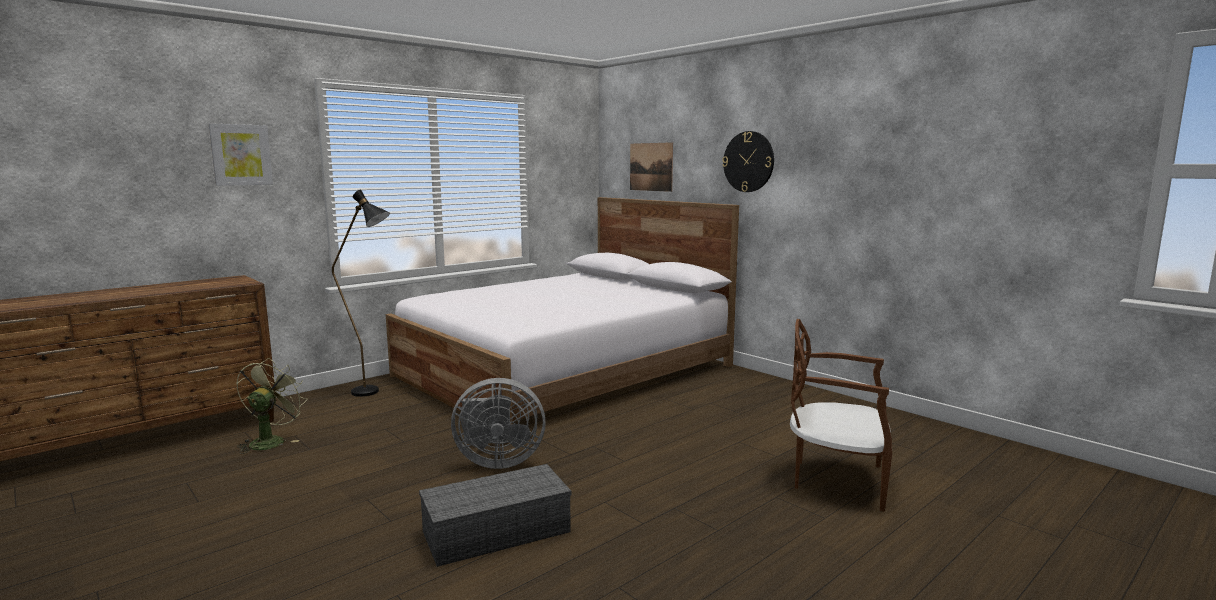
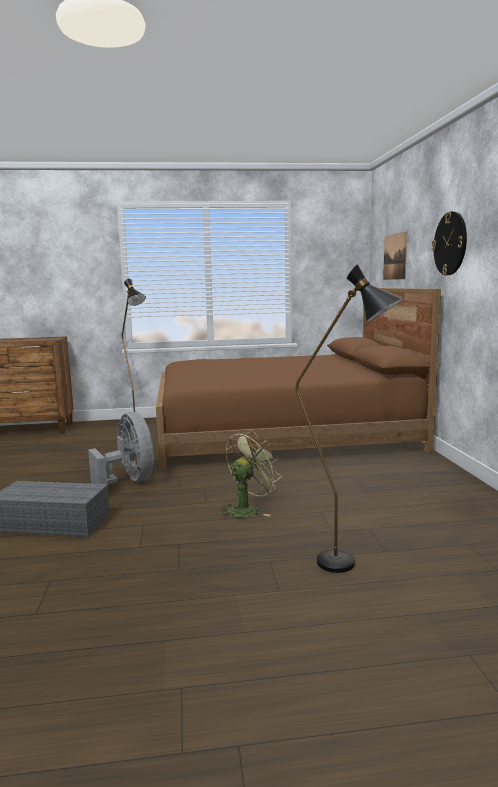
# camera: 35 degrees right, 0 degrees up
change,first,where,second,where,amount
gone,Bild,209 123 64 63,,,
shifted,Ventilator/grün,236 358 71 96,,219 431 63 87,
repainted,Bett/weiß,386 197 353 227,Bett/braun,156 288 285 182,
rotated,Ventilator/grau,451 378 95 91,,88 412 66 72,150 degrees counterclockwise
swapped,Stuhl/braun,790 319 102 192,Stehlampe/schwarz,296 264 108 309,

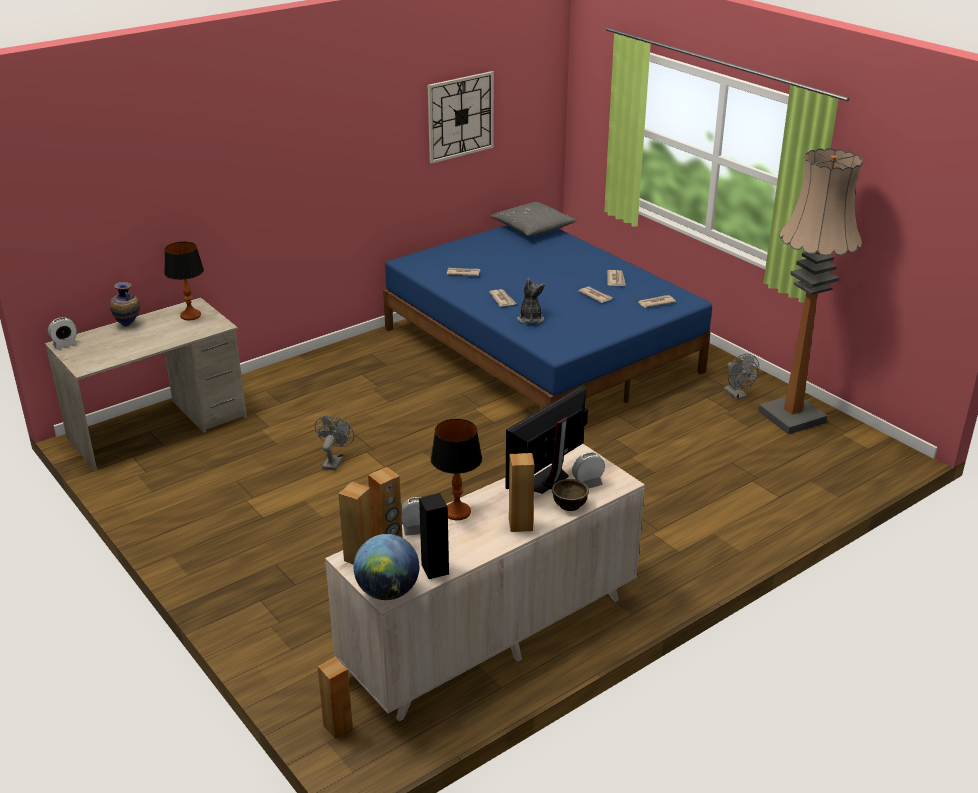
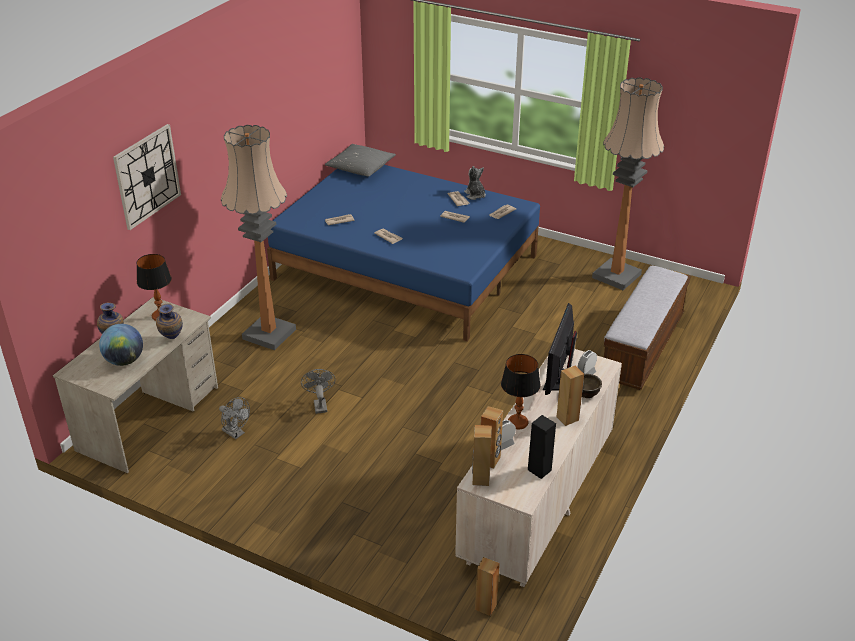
# camera: 25 degrees left, 5 degrees up
change,first,where,second,where,amount
gone,Wecker,48 317 30 32,,,
shifted,Globus,354 534 65 66,,99 324 44 42,
shifted,Wanduhr,428 71 66 93,,113 124 68 106,
shifted,Plüschtier,517 279 28 45,,464 166 22 34,
shifted,Ventilator/grau,724 354 35 46,,219 397 31 42,
new,,,Vase,156 303 27 36,
new,,,Stehlampe,221 125 75 225,
new,,,Bank,604 266 87 124,

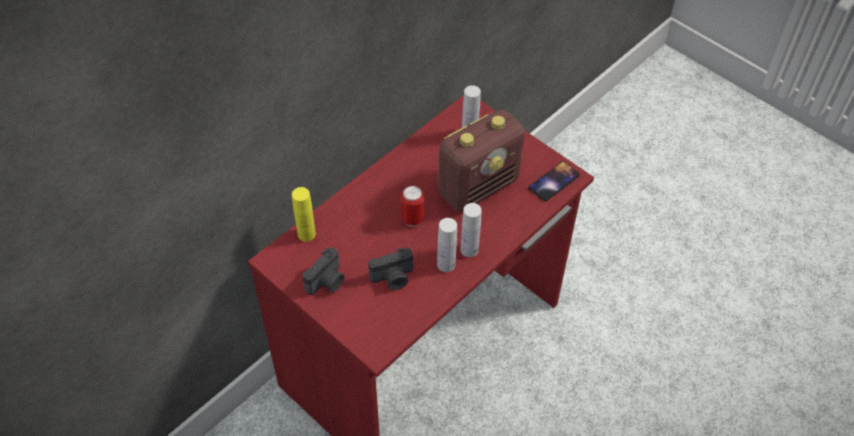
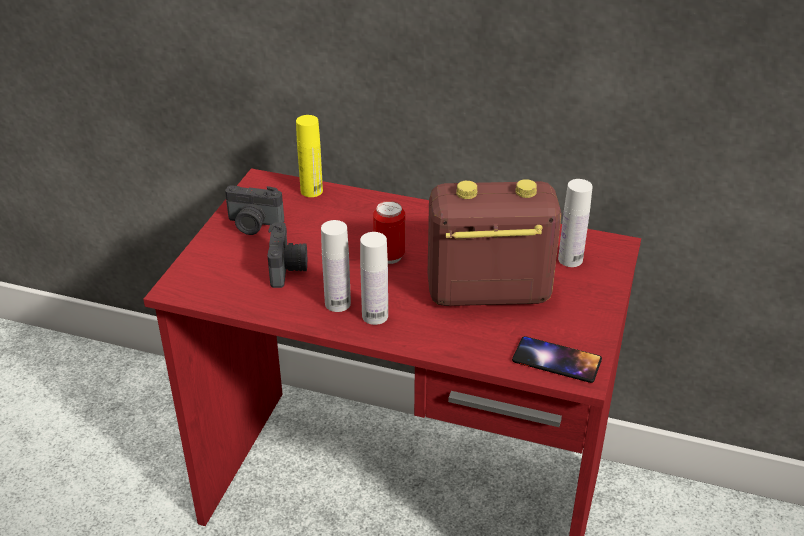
# camera: 65 degrees right, 15 degrees down
change,first,where,second,where,amount
rotated,Kamera,368 248 45 42,,268 222 39 66,135 degrees counterclockwise
rotated,Radio,438 110 87 101,,428 179 134 127,150 degrees clockwise

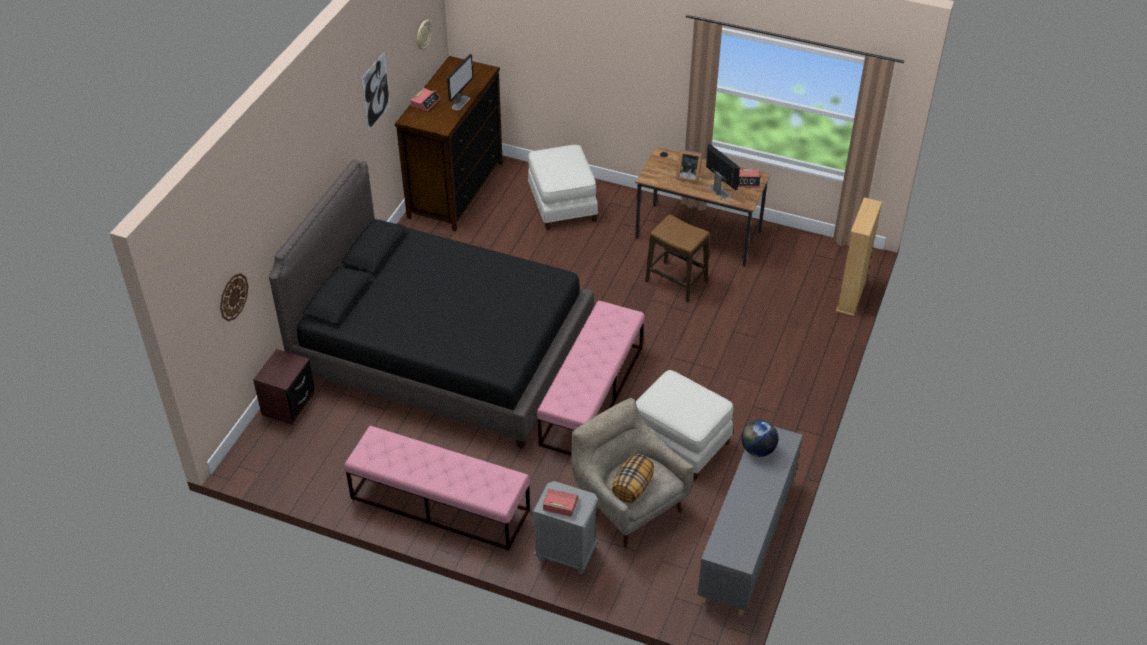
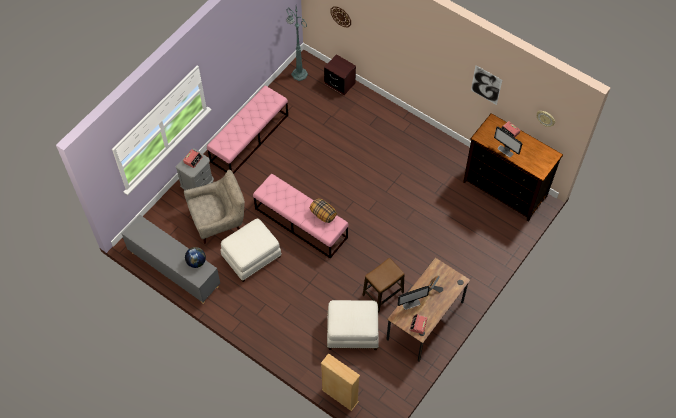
# camera: 105 degrees right, 15 degrees up
change,first,where,second,where,amount
gone,Bett/schwarz,269 160 325 289,,,
shifted,Polsterhocker/weiß,528 145 70 85,,327 300 52 50,
shifted,Kissen,612 454 42 49,,310 198 27 25,
new,,,Stehlampe/grün,286 7 22 74,

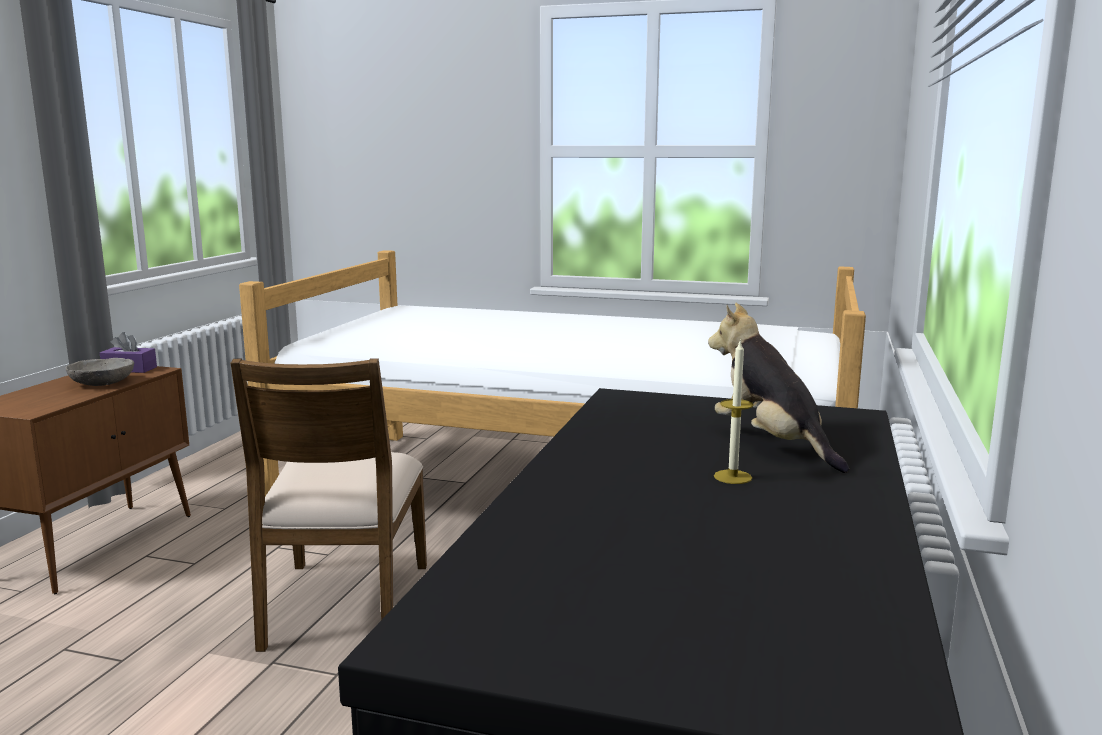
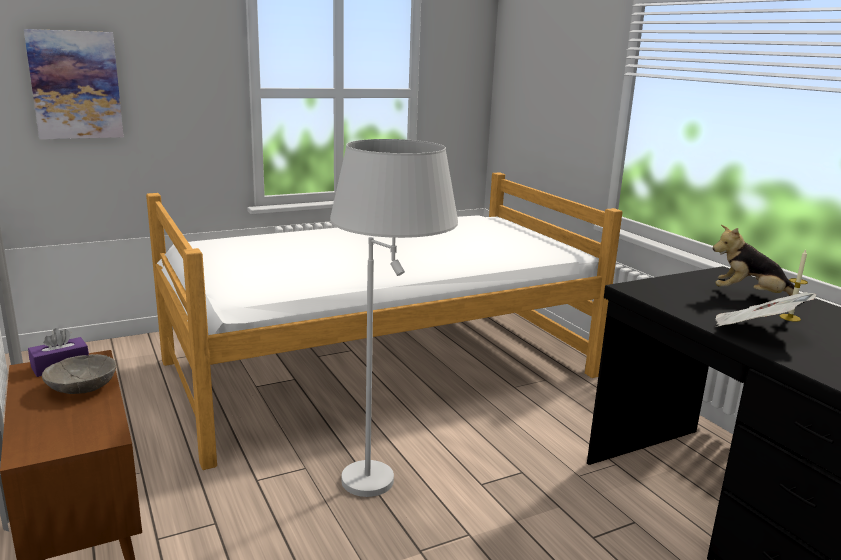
# camera: 45 degrees left, 5 degrees up
change,first,where,second,where,amount
swapped,Stuhl/braun,231 359 196 293,Stehlampe/weiß,330 139 128 358,
new,,,Bild,24 29 100 110,
new,,,Zeitung,715 292 101 35,

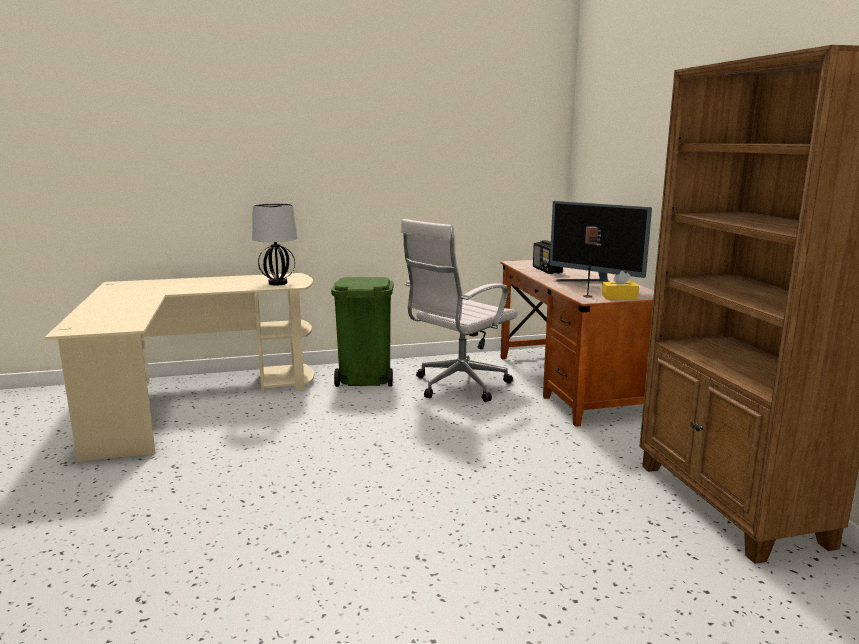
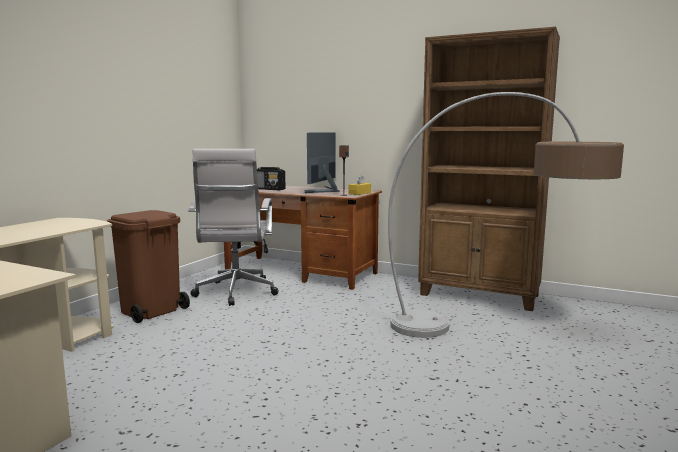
# camera: 50 degrees left, 5 degrees down
change,first,where,second,where,amount
gone,Tischlampe,252 203 46 82,,,
repainted,Mülleimer/grün,331 277 62 110,Mülleimer/braun,107 210 83 113,
rotated,Monitor,550 201 102 81,,305 132 35 61,120 degrees clockwise
new,,,Stehlampe,388 92 236 246,

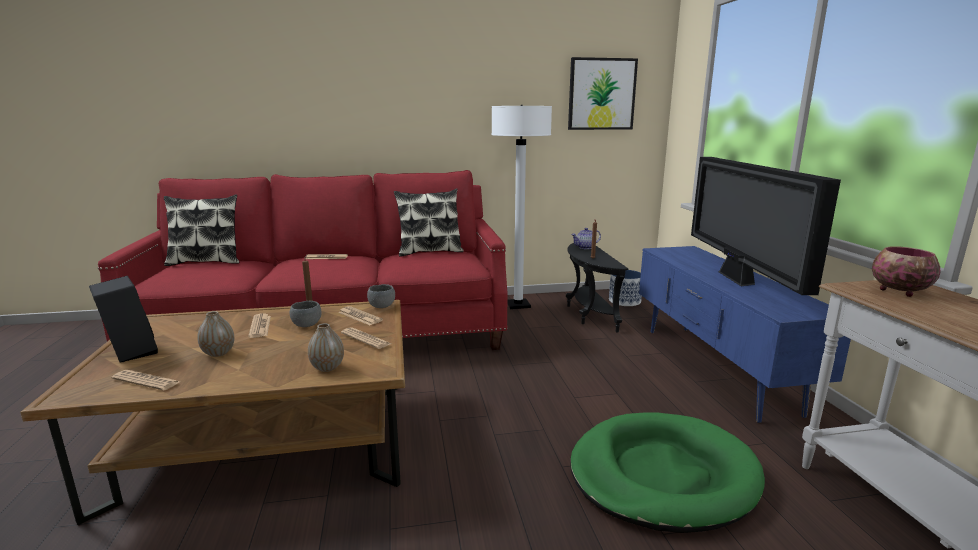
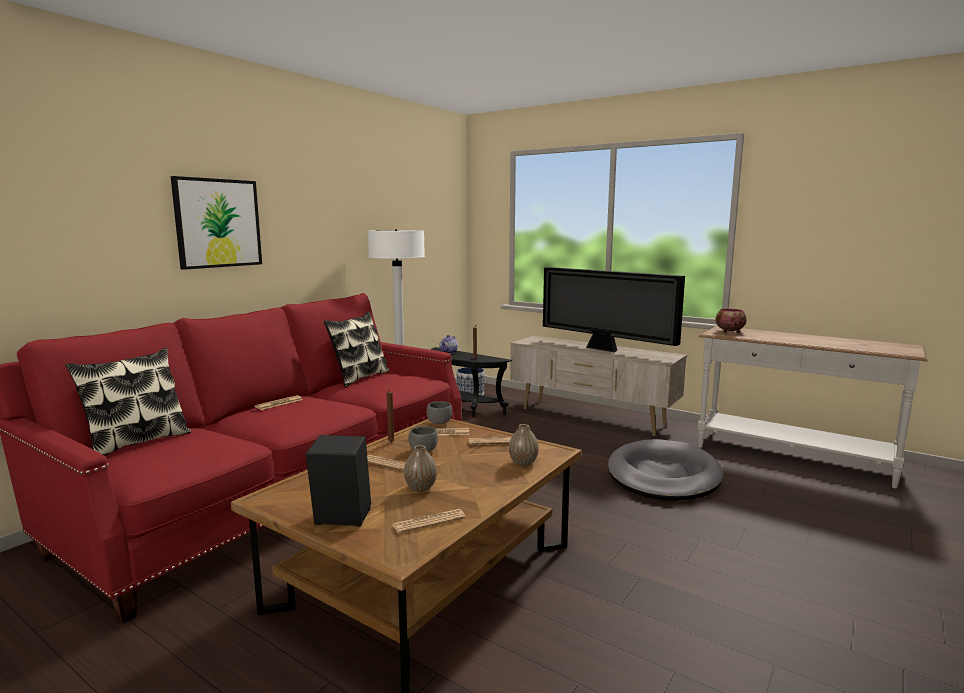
# camera: 45 degrees left, 5 degrees down
change,first,where,second,where,amount
shifted,Bild,568 57 70 73,,171 176 91 94,
repainted,Hundebett/grün,570 412 195 121,Hundebett/grau,608 439 115 62,
repainted,Fernsehschrank/blau,639 246 212 177,Fernsehschrank/beige,510 336 177 100,

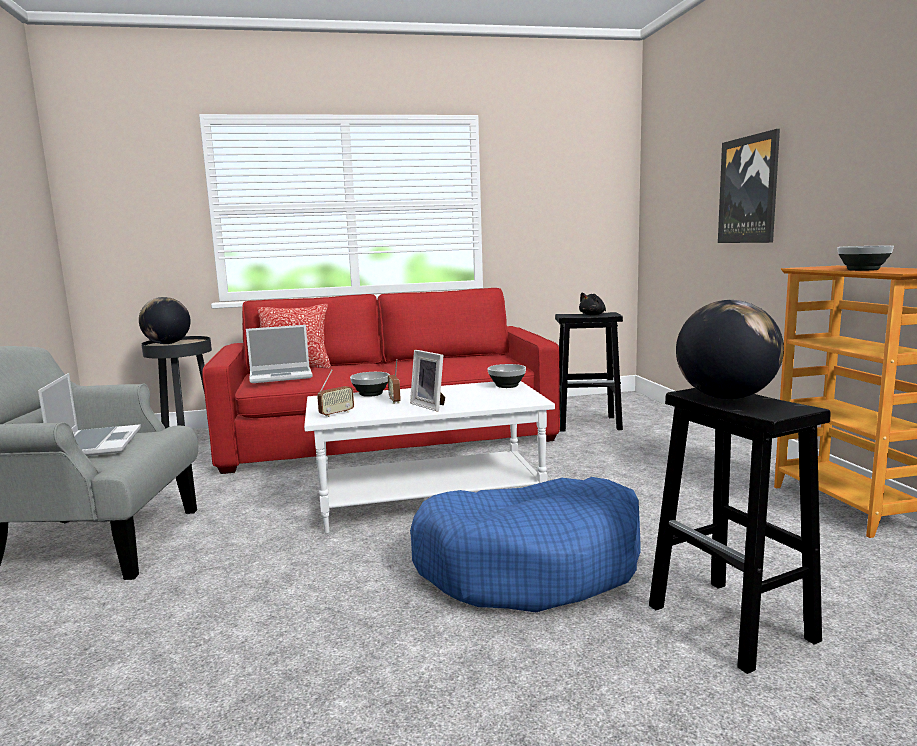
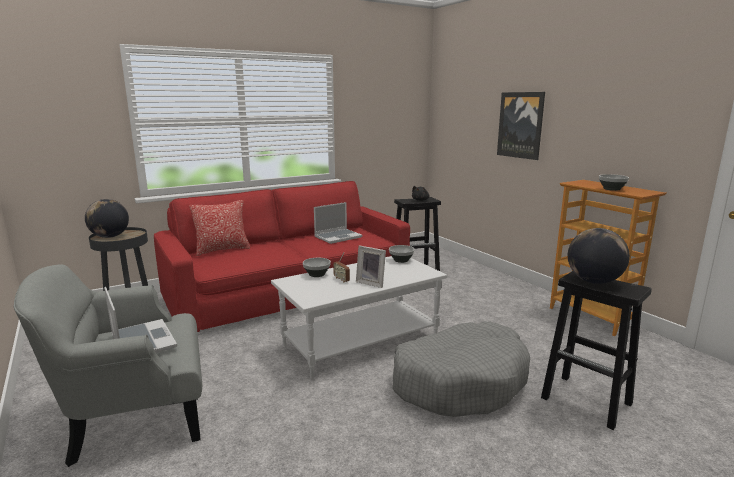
# camera: 20 degrees left, 5 degrees up
change,first,where,second,where,amount
shifted,Laptop,246 325 67 58,,314 202 48 42,
gone,Radio,317 370 37 47,,,
repainted,Hundebett/blau,410 477 231 135,Hundebett/grau,393 322 137 95,

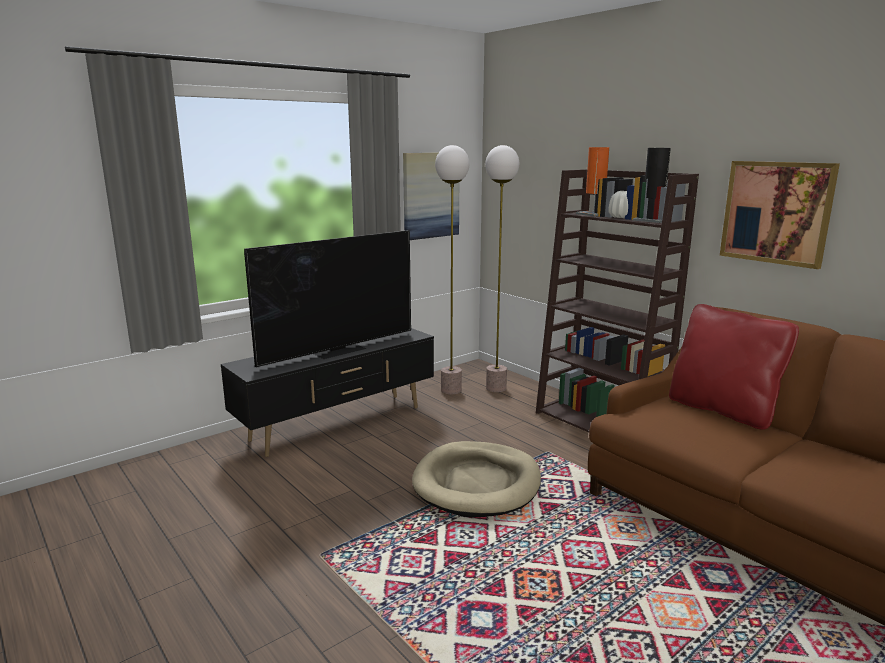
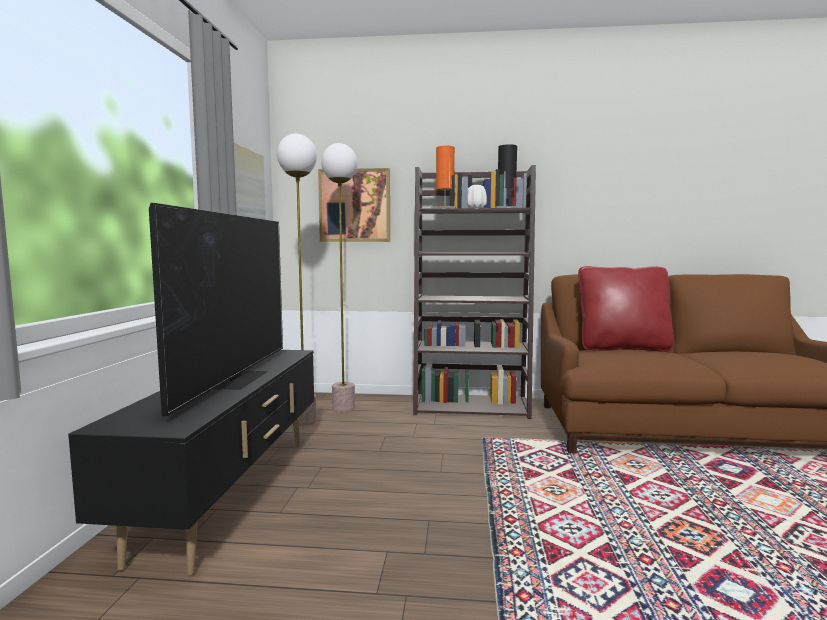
# camera: 45 degrees left, 10 degrees down
change,first,where,second,where,amount
gone,Hundebett/beige,412 441 129 76,,,
shifted,Bild,720 161 120 108,,318 168 72 74,

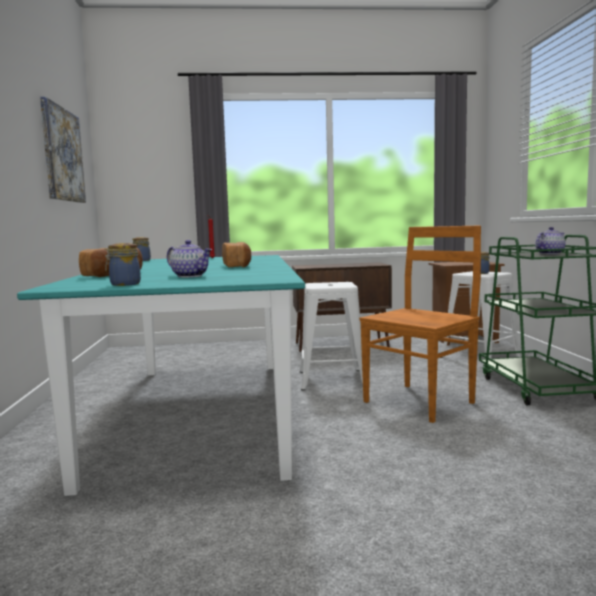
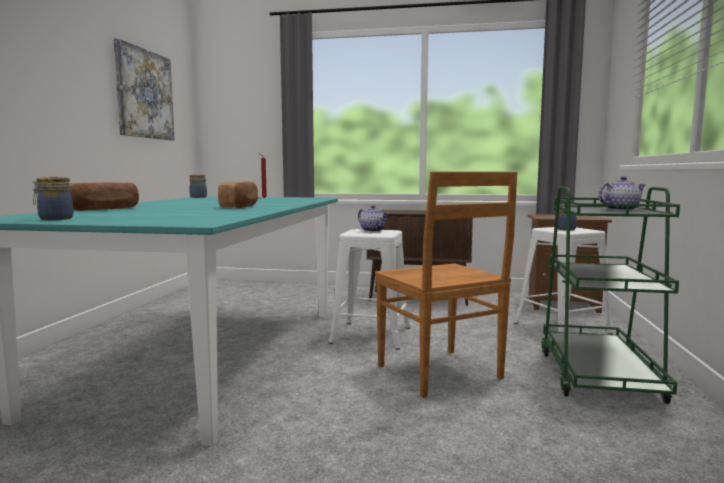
# camera: 15 degrees right, 0 degrees up
change,first,where,second,where,amount
shifted,Teekanne,167 240 45 37,,358 205 31 27,
rotated,Stuhl/braun,359 226 122 197,,375 171 143 227,90 degrees clockwise

